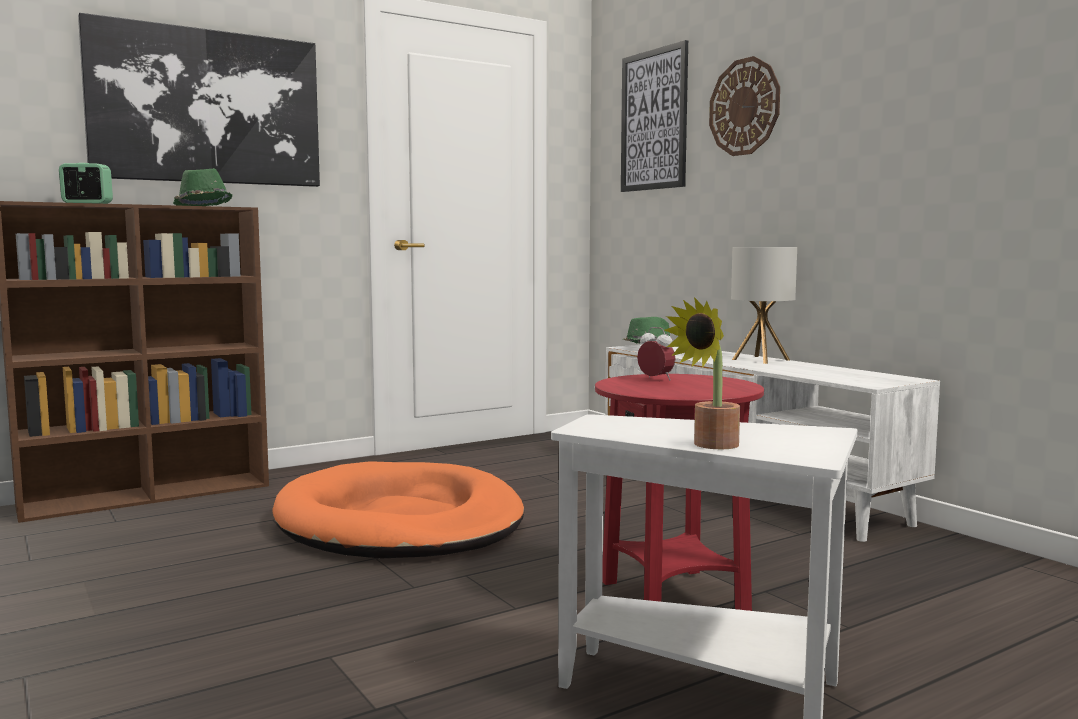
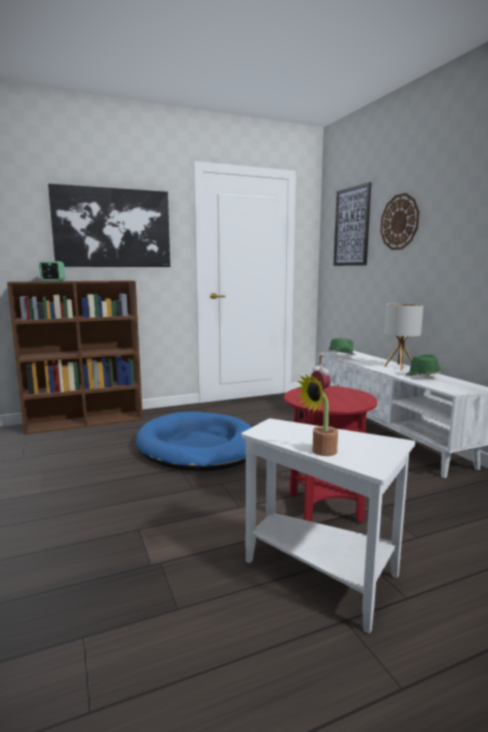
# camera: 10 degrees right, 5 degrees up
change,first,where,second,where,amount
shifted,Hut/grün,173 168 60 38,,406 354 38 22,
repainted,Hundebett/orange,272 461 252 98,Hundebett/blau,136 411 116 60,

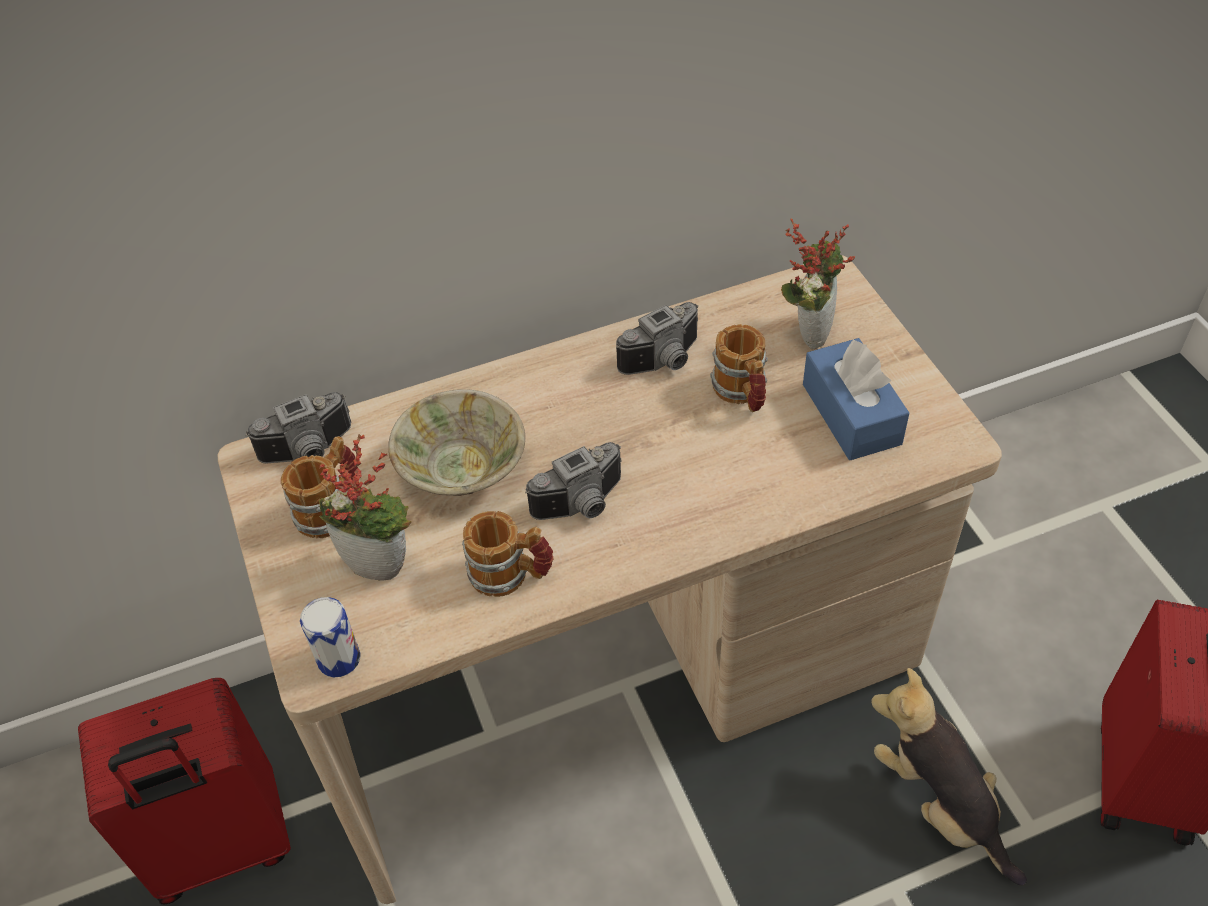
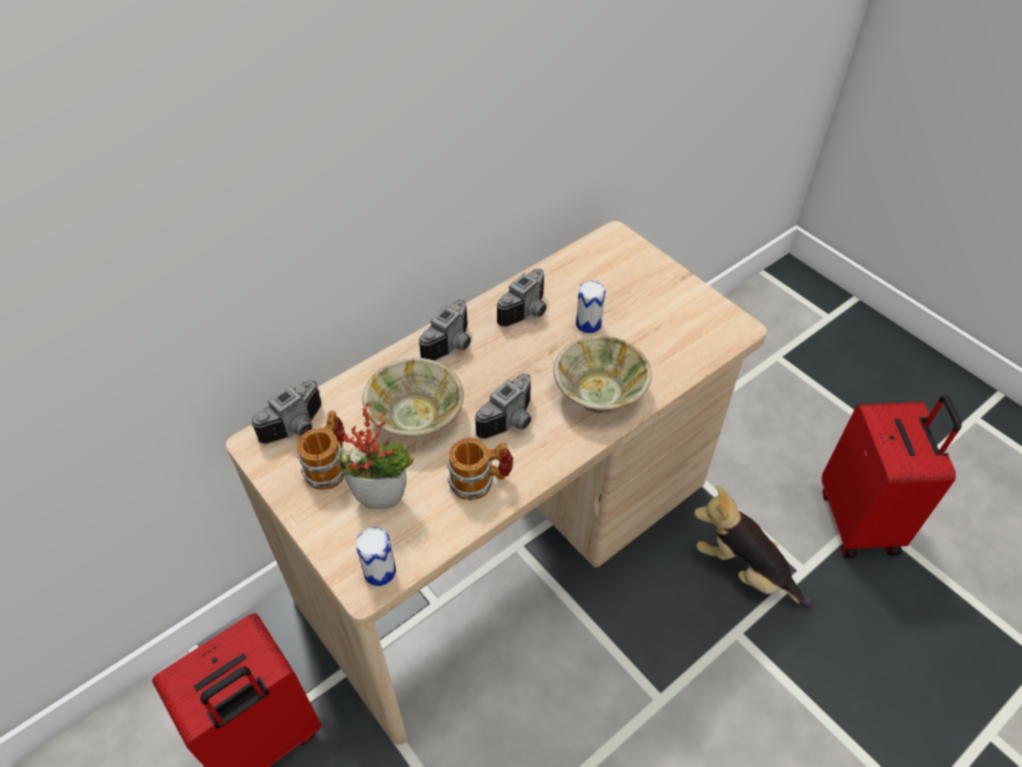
# camera: 20 degrees left, 0 degrees up
change,first,where,second,where,amount
swapped,Henkelbecher,710 324 58 88,Dose,576 281 30 52,
gone,Topfpflanze,781 219 74 130,,,
gone,Taschentuchbox/blau,803 338 106 122,,,
new,,,Kamera,419 300 52 61,
new,,,Schüssel/beige,553 335 99 78,

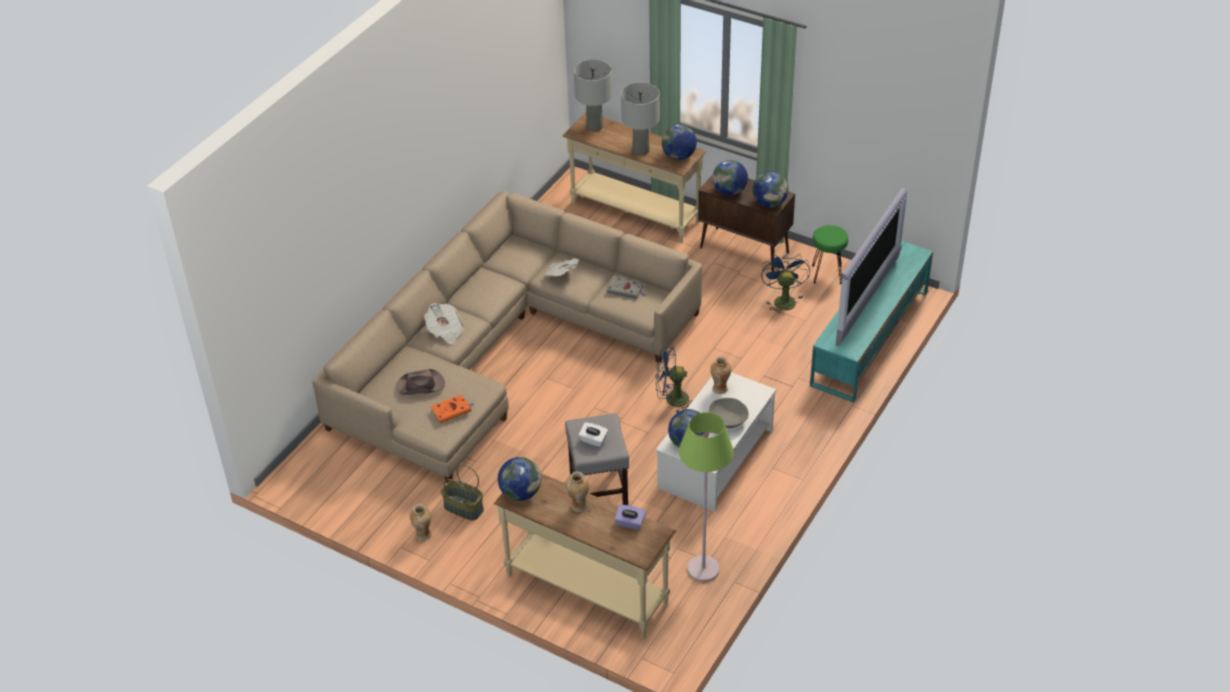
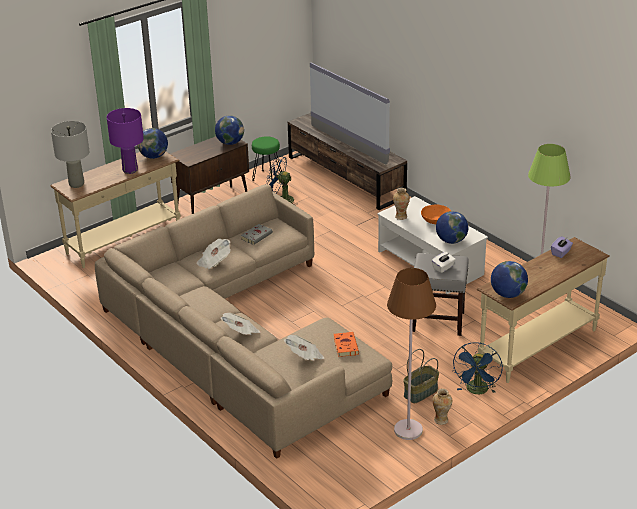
# camera: 70 degrees left, 10 degrees down
change,first,where,second,where,amount
swapped,Hut/braun,396 369 49 26,Zeitung,284 335 41 26,
gone,Vase,566 472 23 40,,,
repainted,Tischlampe/grau,621 83 39 72,Tischlampe/lila,107 108 37 66,
shifted,Ventilator/blau,656 347 37 66,,453 342 50 52,
repainted,Schüssel/grau,708 398 41 30,Schüssel/orange,421 204 30 20,
gone,Globus,712 160 36 36,,,
repainted,Fernsehschrank/türkis,810 241 123 162,Fernsehschrank/braun,288 113 119 97,
new,,,Stehlampe/braun,387 268 49 172,

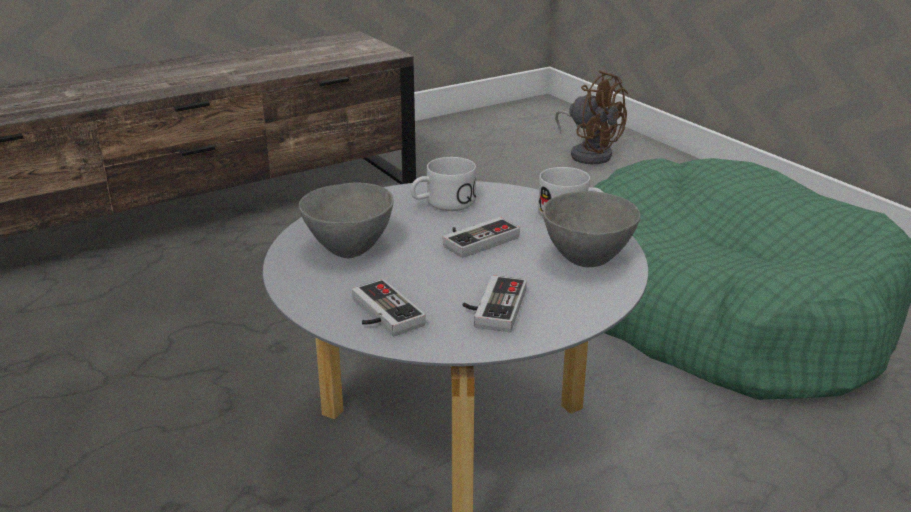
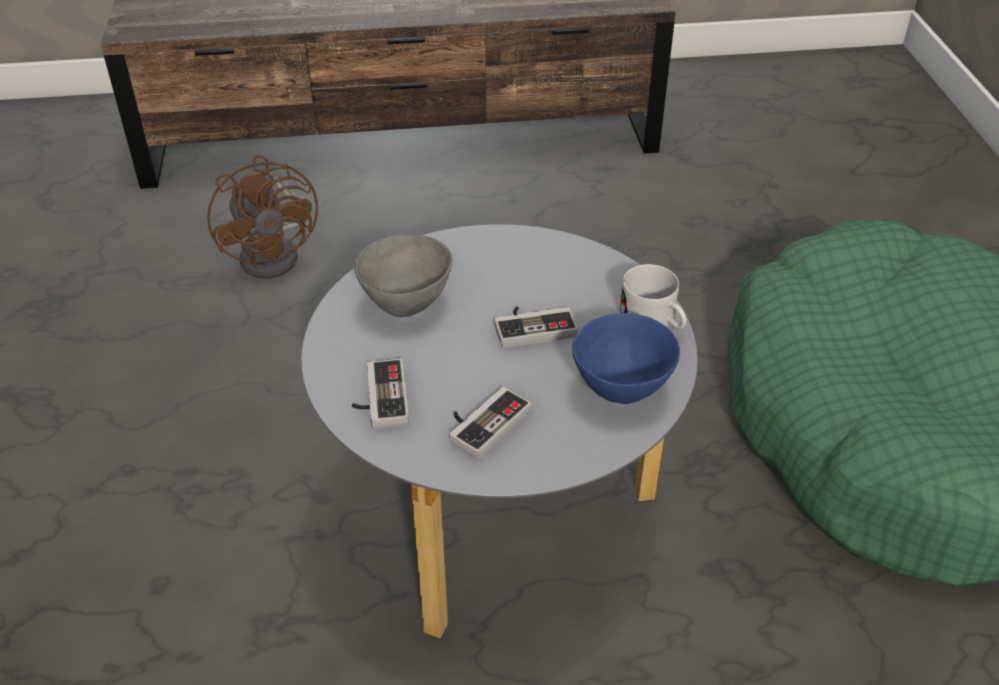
# camera: 25 degrees right, 15 degrees up
change,first,where,second,where,amount
gone,Henkelbecher/weiß,410 157 66 54,,,
repainted,Schüssel/grau,543 191 97 76,Schüssel/blau,572 313 108 91,
shifted,Ventilator/braun,555 70 73 94,,207 155 111 123,

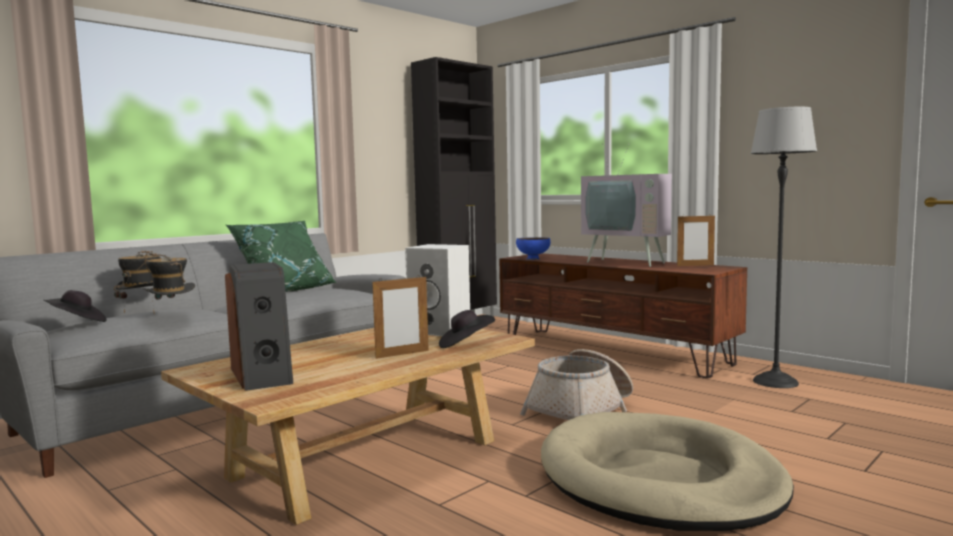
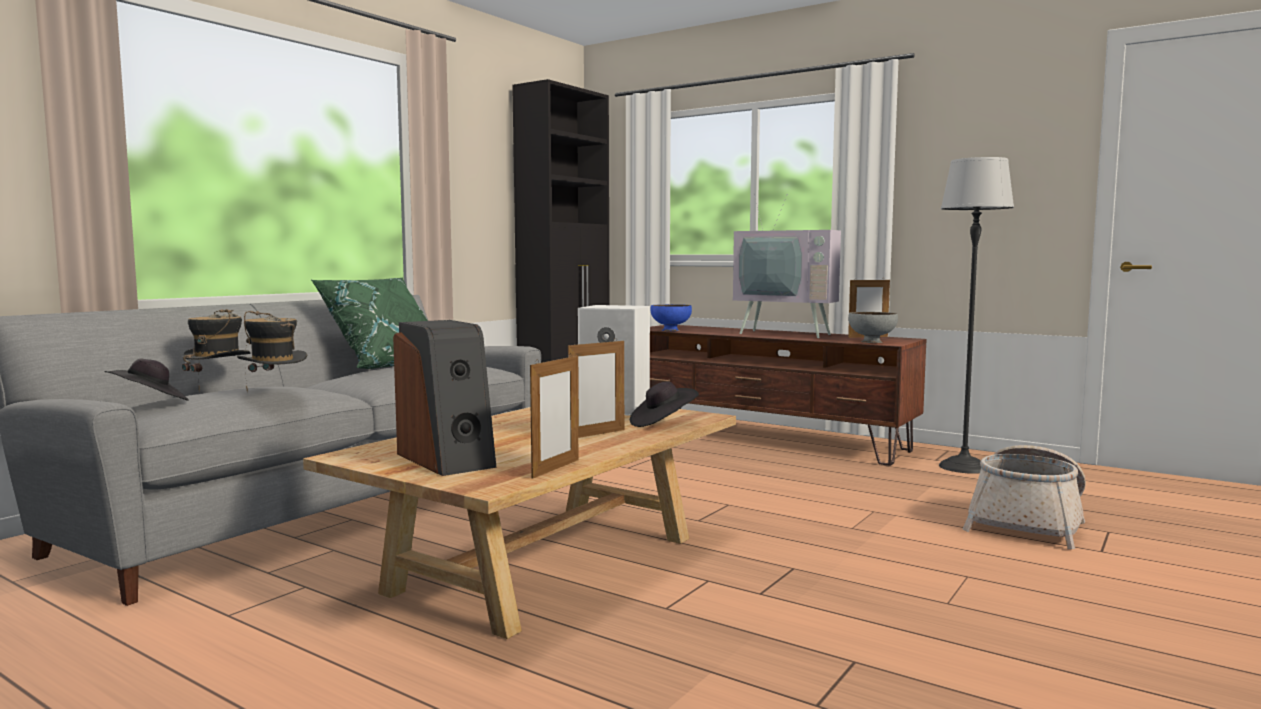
# camera: 10 degrees left, 0 degrees up
change,first,where,second,where,amount
shifted,Korb,520 349 113 71,,962 445 124 104,
gone,Hundebett/beige,541 412 253 119,,,
new,,,Bilderrahmen,530 353 48 126,
new,,,Schüssel/grau,848 312 50 31,

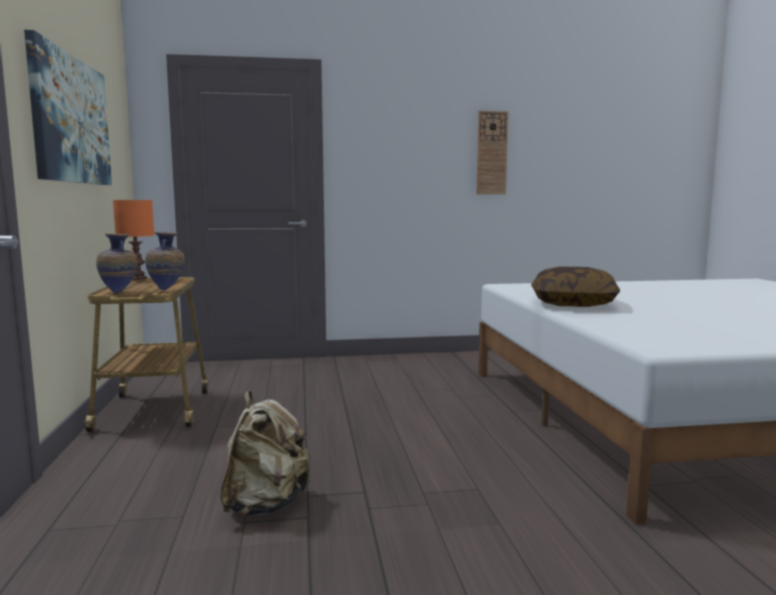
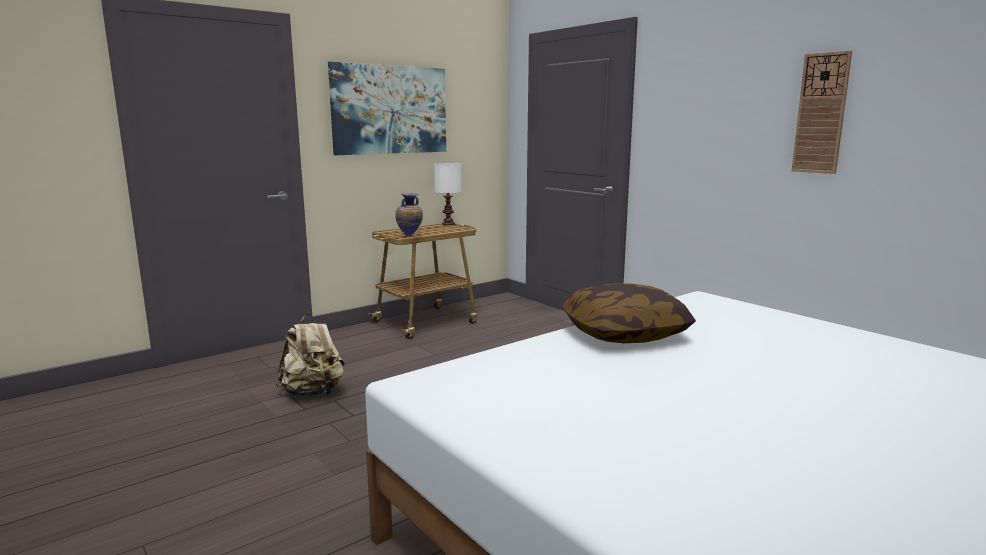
# camera: 60 degrees right, 5 degrees up
change,first,where,second,where,amount
gone,Vase,96 233 42 60,,,
repainted,Tischlampe/orange,113 200 41 80,Tischlampe/weiß,434 163 28 62,

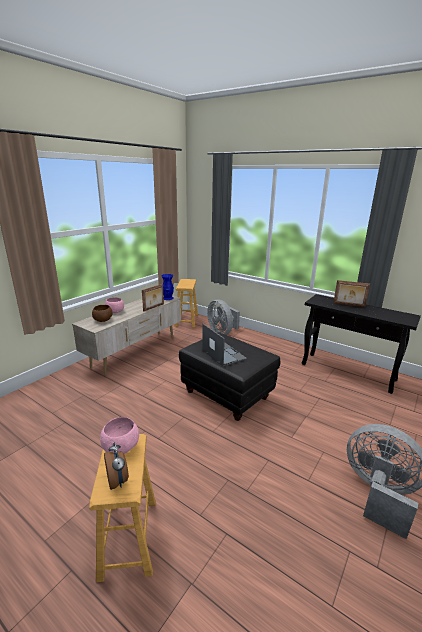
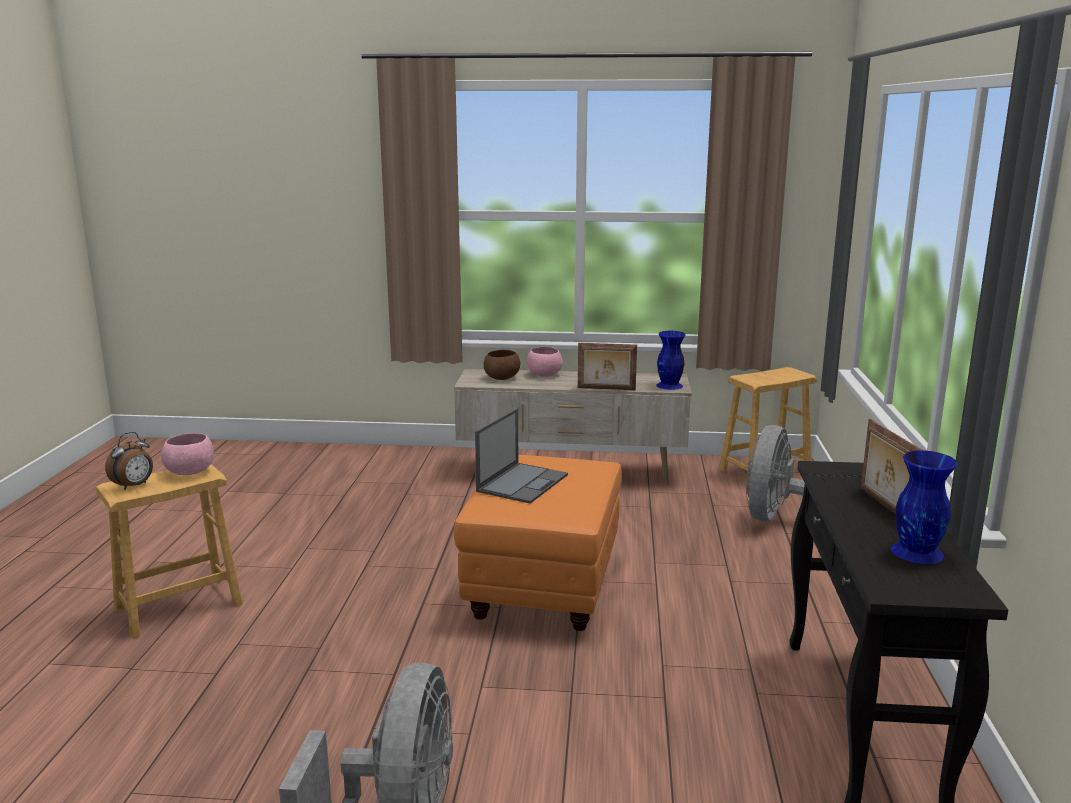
# camera: 60 degrees right, 5 degrees down
change,first,where,second,where,amount
repainted,Polsterhocker/schwarz,179 332 101 89,Polsterhocker/orange,454 455 168 176,
new,,,Vase/blau,891 450 66 114,

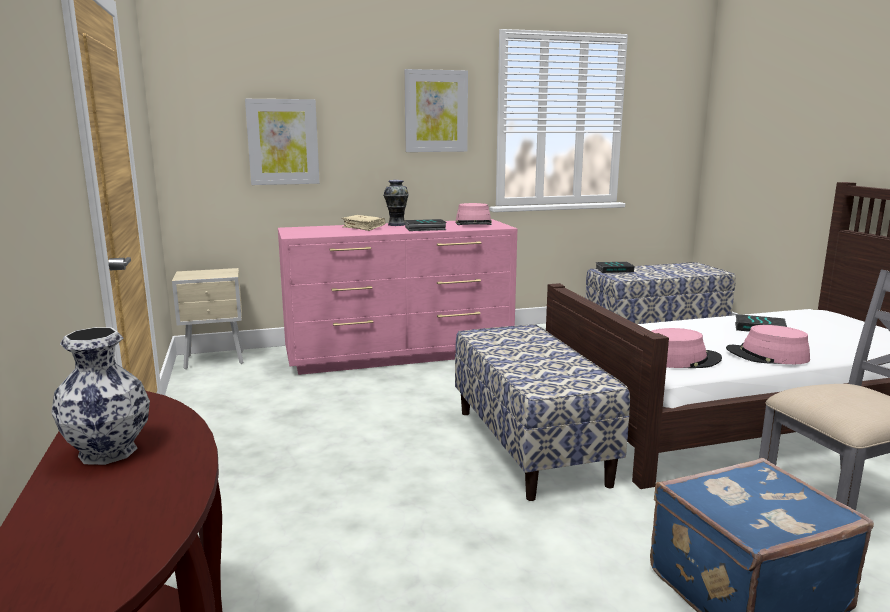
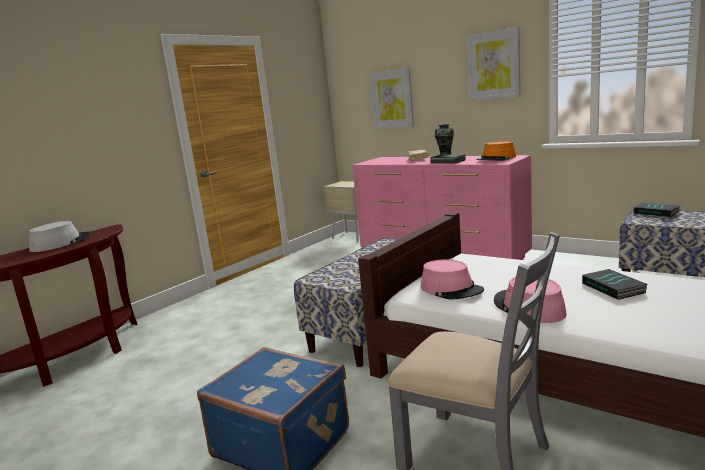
# camera: 55 degrees right, 0 degrees up
change,first,where,second,where,amount
swapped,Vase,51 327 99 138,Hut/grau,29 220 62 32,
repainted,Hut/rosa,455 203 37 22,Hut/orange,477 141 39 20,

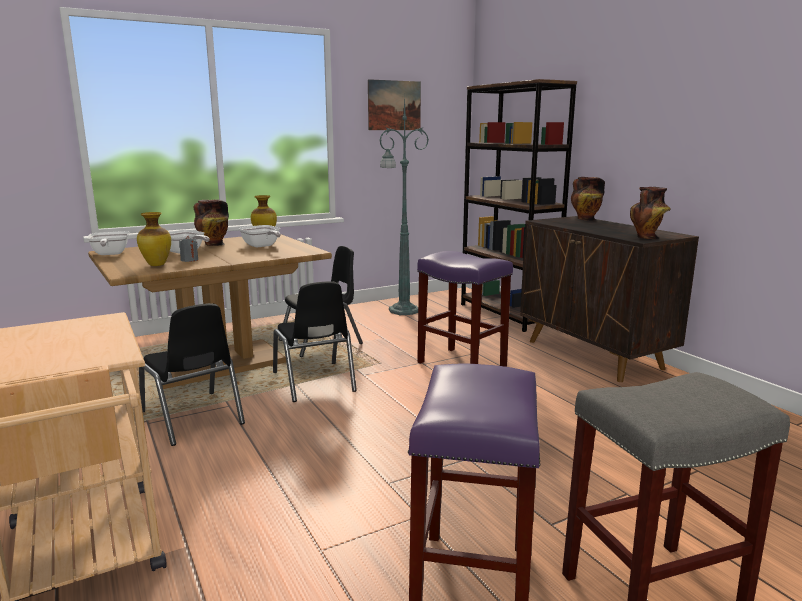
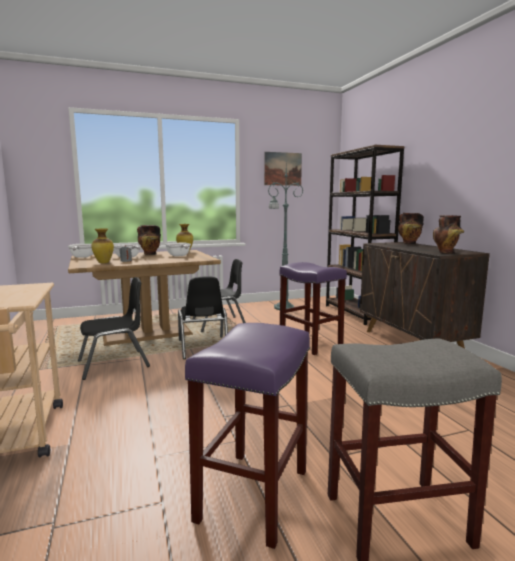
# camera: 10 degrees right, 5 degrees down
change,first,where,second,where,amount
rotated,Stuhl/schwarz,139 303 106 143,,78 277 72 103,90 degrees counterclockwise

